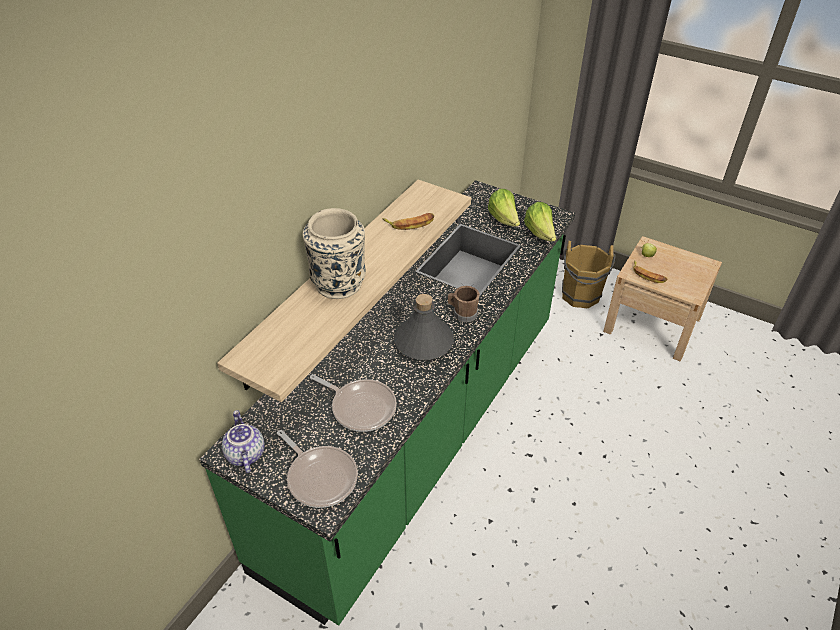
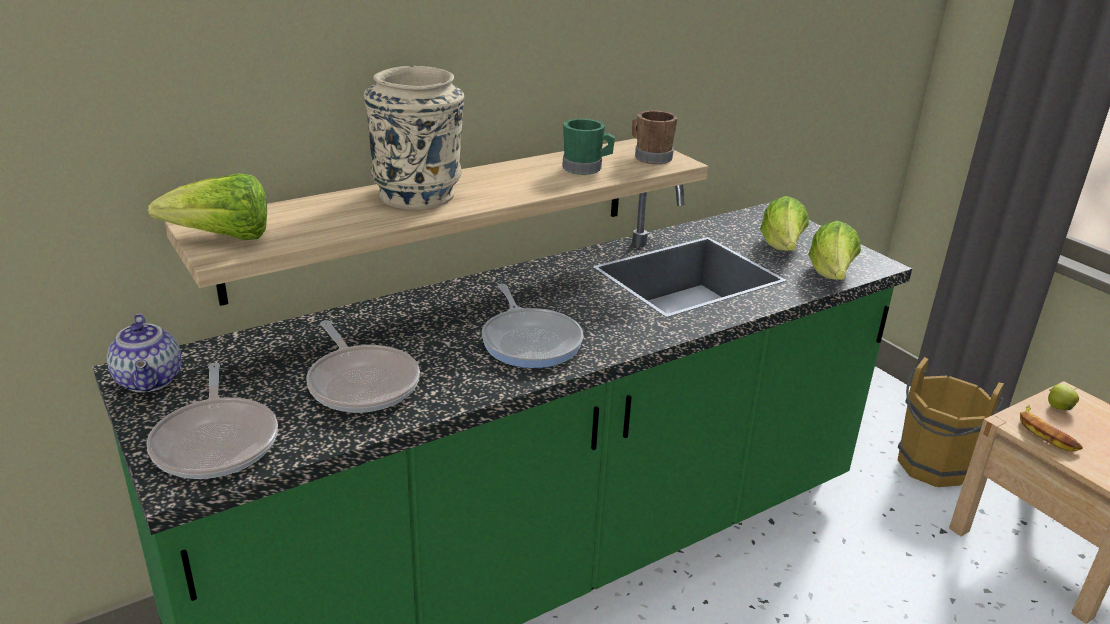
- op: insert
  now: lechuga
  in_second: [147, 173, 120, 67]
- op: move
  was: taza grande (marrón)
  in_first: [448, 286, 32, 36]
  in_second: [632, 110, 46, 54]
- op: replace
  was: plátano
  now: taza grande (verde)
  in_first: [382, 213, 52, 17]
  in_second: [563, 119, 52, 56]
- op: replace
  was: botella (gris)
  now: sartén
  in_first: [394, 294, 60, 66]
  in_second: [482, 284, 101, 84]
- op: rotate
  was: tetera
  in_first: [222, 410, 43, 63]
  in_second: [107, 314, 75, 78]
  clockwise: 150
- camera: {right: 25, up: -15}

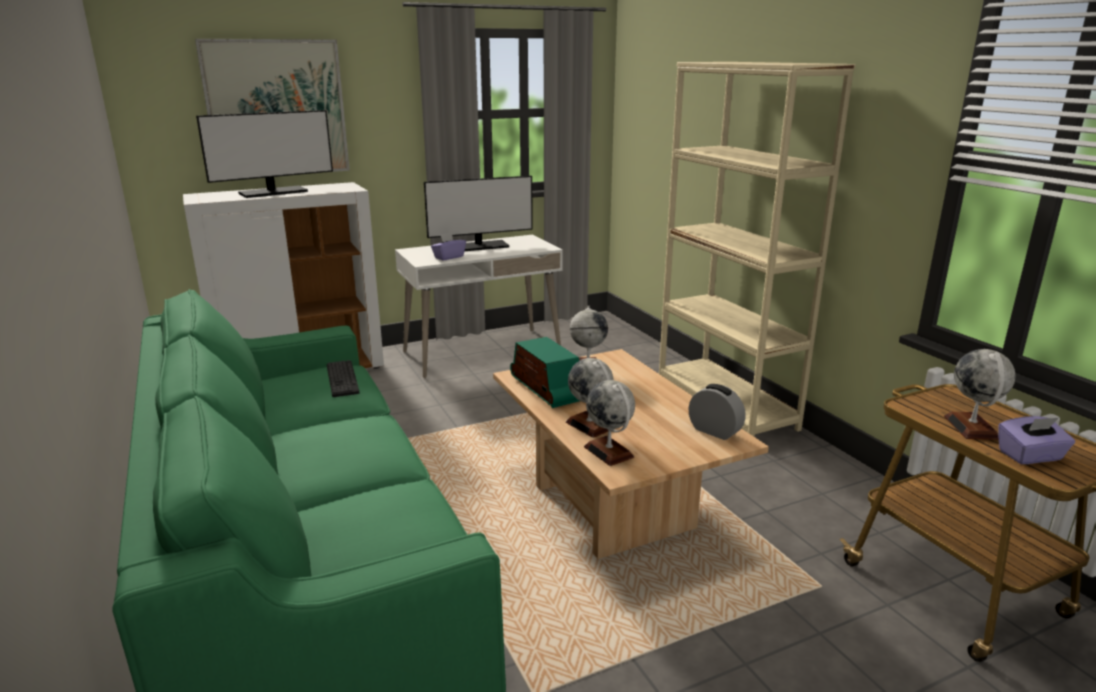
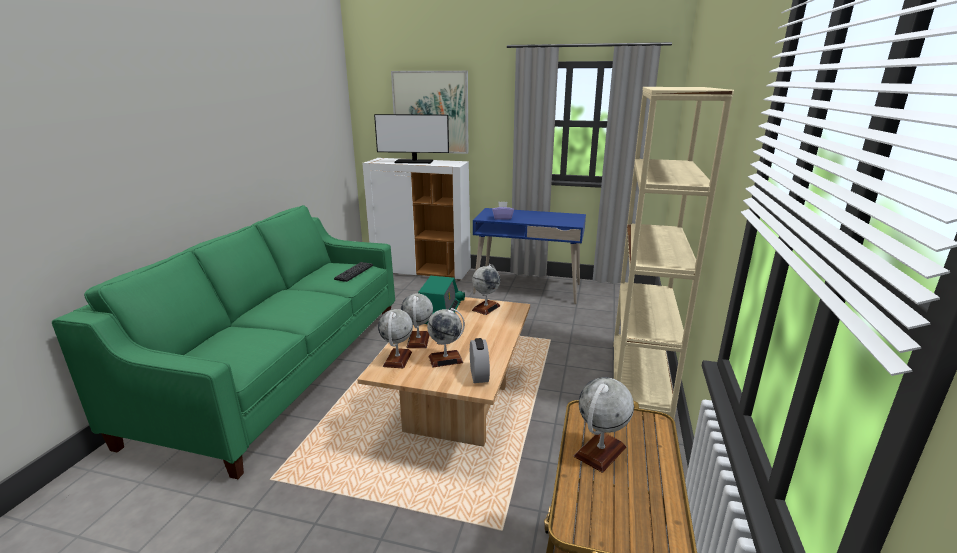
- op: delete
  was: monitor
  in_first: [424, 176, 109, 75]
- op: delete
  was: caja de pañuelos (morado)
  in_first: [999, 416, 76, 48]
- op: insert
  now: globo terráqueo
  in_second: [427, 308, 38, 59]
- op: recolor
  was: escritorio (blanco)
  now: escritorio (azul)
  in_first: [395, 235, 168, 143]
  in_second: [473, 208, 113, 96]
- camera: {right: 40, up: 0}

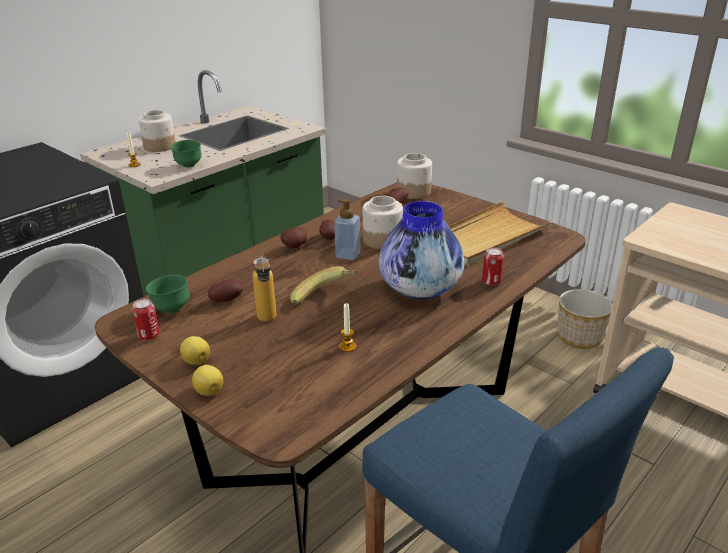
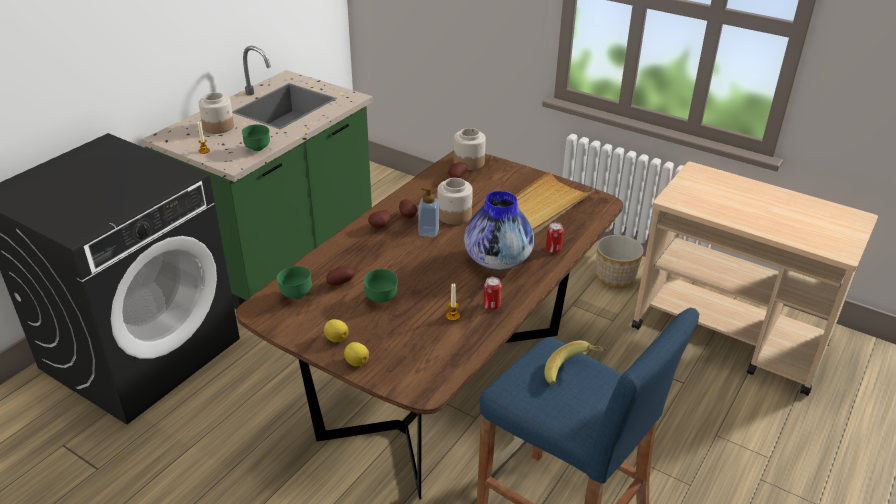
- op: move
  was: lata
  in_first: [132, 298, 28, 43]
  in_second: [483, 277, 19, 33]
- op: move
  was: plátano
  in_first: [290, 267, 68, 38]
  in_second: [544, 341, 63, 44]
- op: replace
  was: botella
  now: cuenco (verde)
  in_first: [253, 256, 23, 66]
  in_second: [364, 269, 34, 34]
- camera: {right: -10, up: 5}

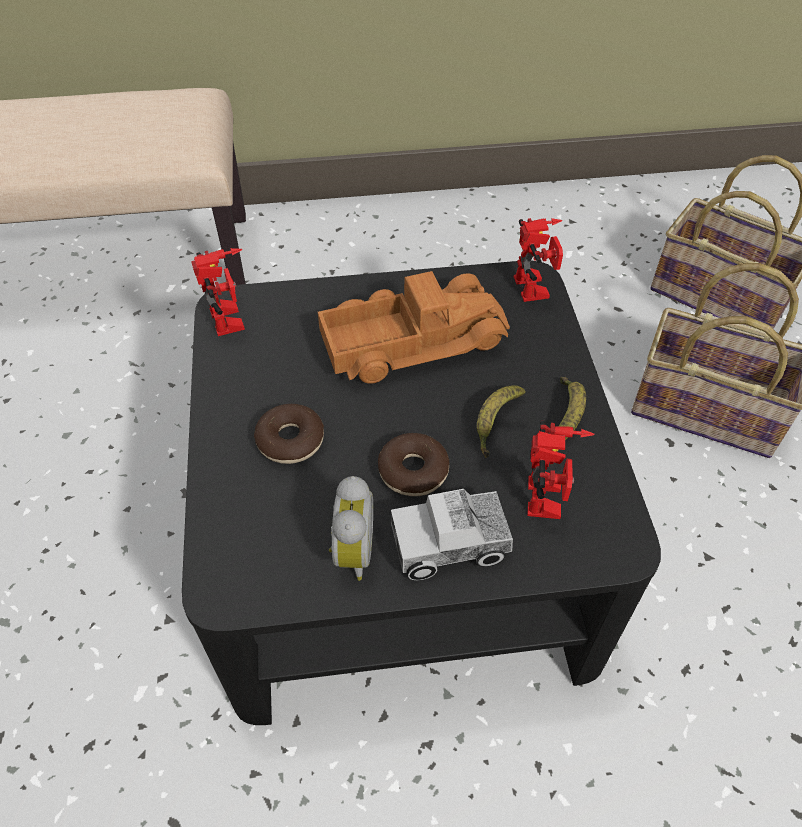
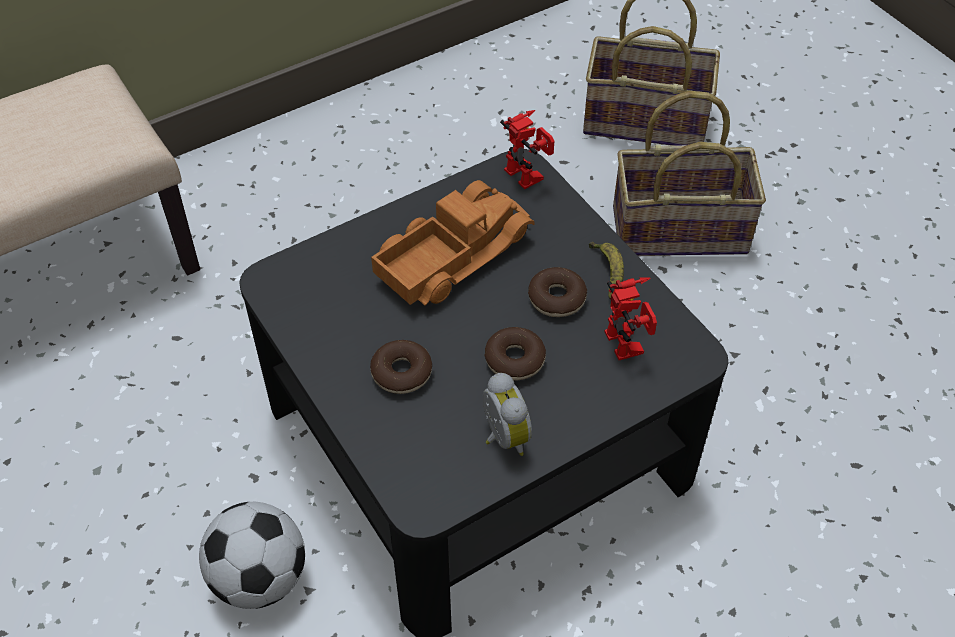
- op: delete
  was: robot de juguete
  in_first: [191, 248, 54, 88]
- op: delete
  was: camión de juguete
  in_first: [391, 489, 122, 91]
- op: insert
  now: balón de fútbol
  in_second: [199, 502, 106, 107]
- op: replace
  was: plátano
  now: rosquilla
  in_first: [477, 385, 49, 73]
  in_second: [528, 267, 59, 50]
- camera: {right: -25, up: 0}

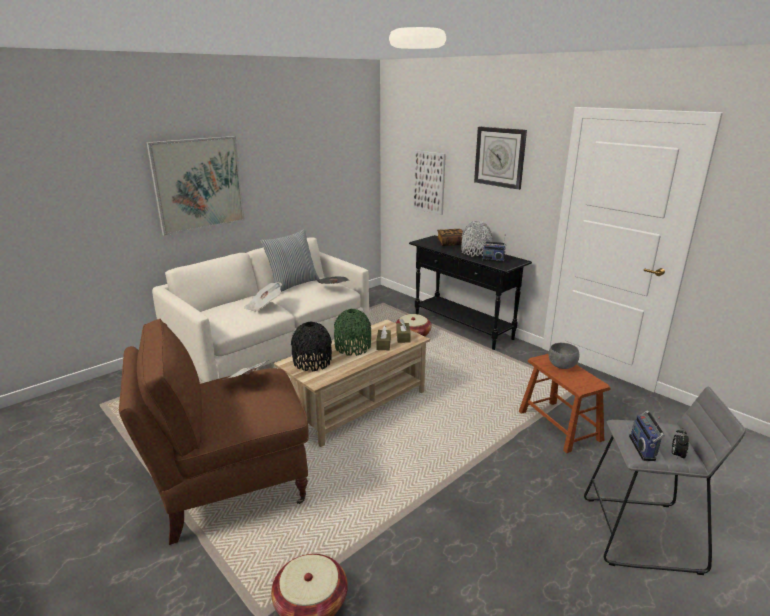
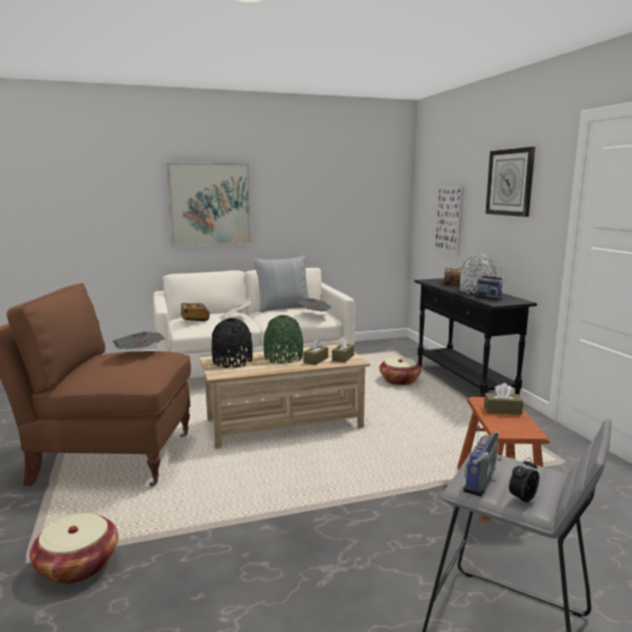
- op: insert
  now: libro
  in_second: [181, 303, 29, 18]
- op: replace
  was: cuenco (gris)
  now: caja de pañuelos (marrón)
  in_first: [549, 343, 30, 26]
  in_second: [484, 383, 39, 32]
- camera: {right: 25, up: -10}

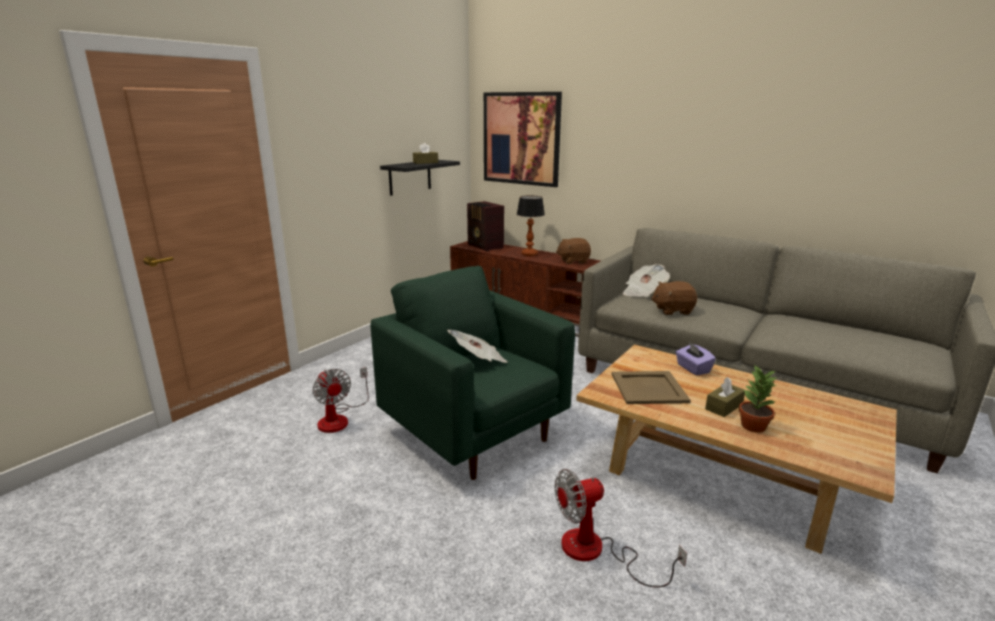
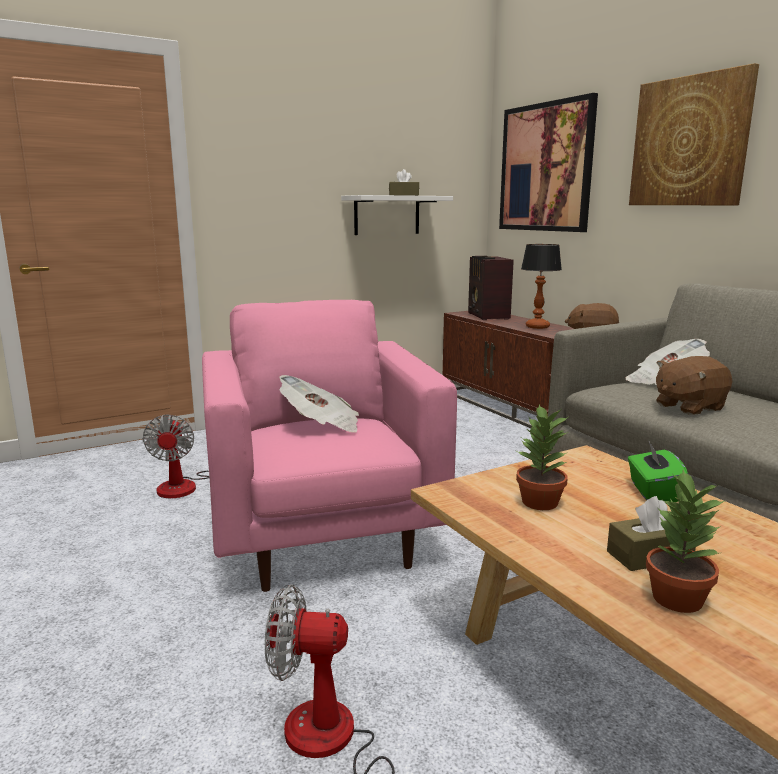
- op: insert
  now: cuadro
  in_second: [629, 63, 130, 142]
- op: replace
  was: bandeja (beis)
  now: planta en maceta
  in_first: [612, 371, 79, 33]
  in_second: [516, 404, 52, 106]
- op: recolor
  was: sillón (verde)
  now: sillón (rosa)
  in_first: [370, 266, 205, 214]
  in_second: [202, 300, 255, 292]
- op: recolor
  was: estante (negro)
  now: estante (blanco)
  in_first: [380, 160, 80, 36]
  in_second: [341, 195, 112, 40]
- op: recolor
  was: caja de pañuelos (morado)
  now: caja de pañuelos (verde)
  in_first: [675, 342, 41, 34]
  in_second: [628, 442, 60, 60]
- op: rotate
  was: peluche (marrón)
  in_first: [651, 281, 46, 34]
  in_second: [656, 356, 76, 59]
  clockwise: -45
- camera: {right: 25, up: -5}

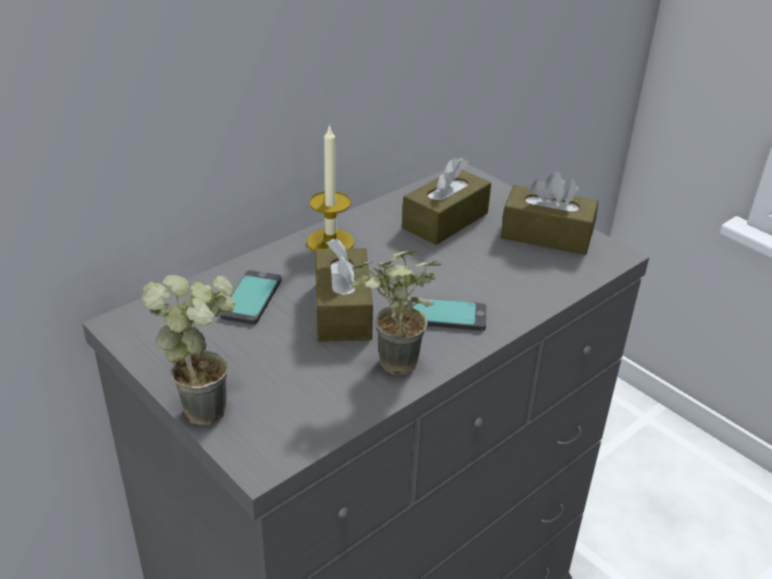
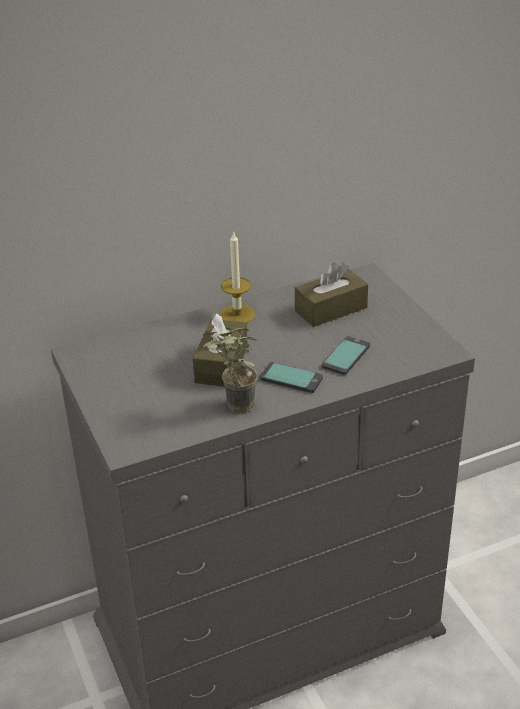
- op: delete
  was: planta en maceta
  in_first: [141, 275, 95, 150]
- op: delete
  was: caja de pañuelos (marrón)
  in_first: [501, 172, 98, 83]
- op: move
  was: móvil
  in_first: [220, 270, 62, 55]
  in_second: [322, 336, 48, 39]
- camera: {right: 20, up: 0}

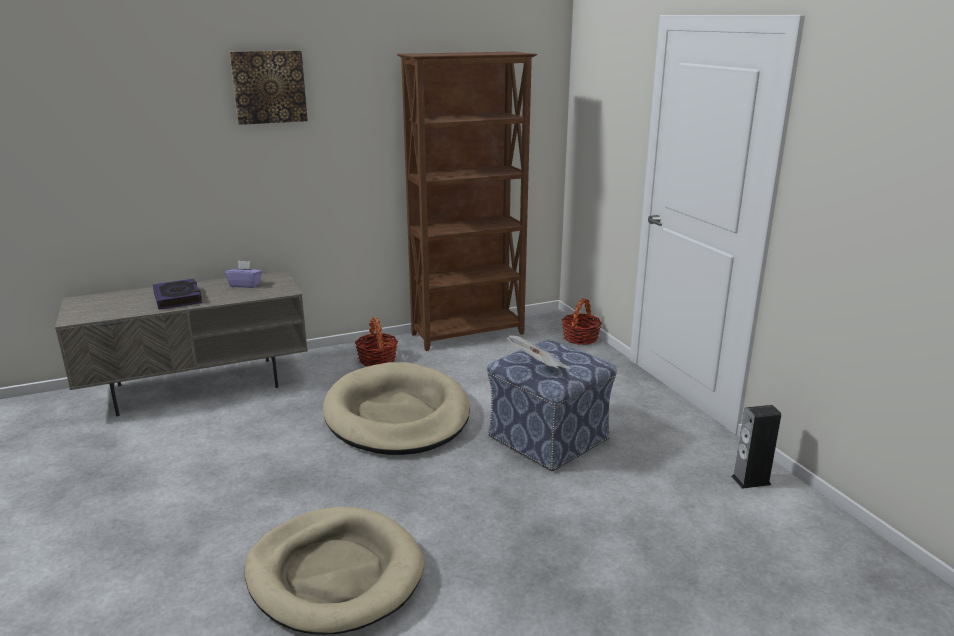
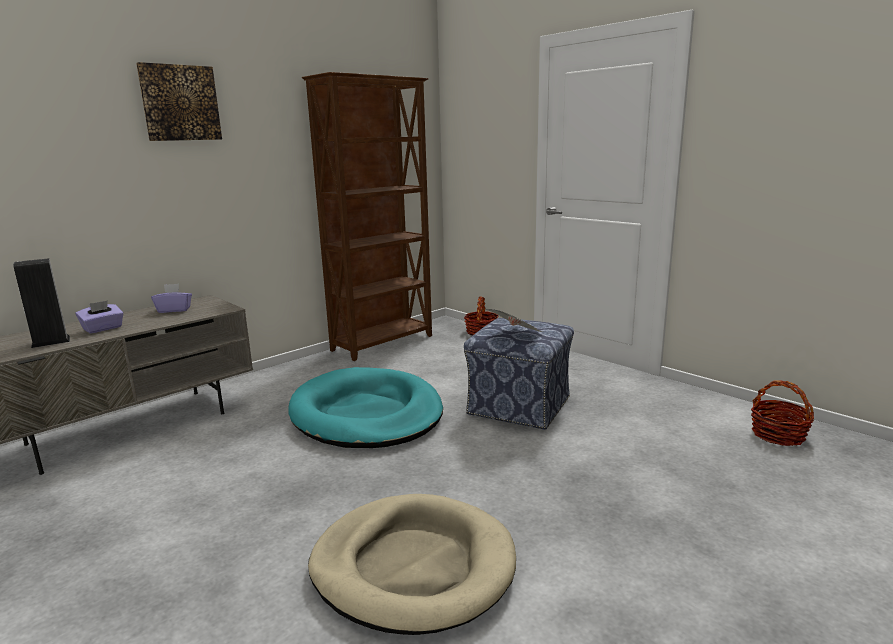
- op: move
  was: cesta
  in_first: [355, 317, 43, 49]
  in_second: [751, 381, 63, 65]
- op: move
  was: altavoz
  in_first: [731, 405, 50, 84]
  in_second: [13, 258, 57, 90]
- op: replace
  was: libro
  now: caja de pañuelos (morado)
  in_first: [152, 279, 50, 31]
  in_second: [75, 300, 49, 34]
- op: recolor
  was: cama para perro (beis)
  now: cama para perro (turquesa)
  in_first: [323, 362, 147, 93]
  in_second: [288, 367, 155, 81]
- camera: {right: -20, up: -5}

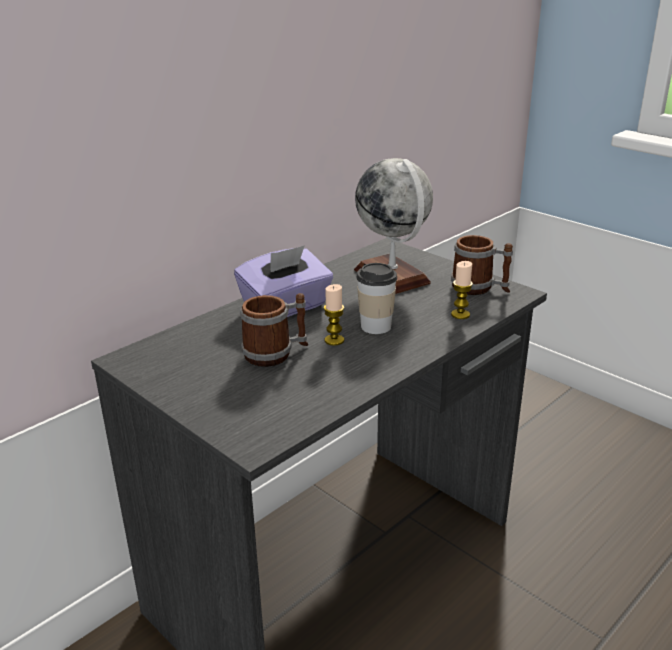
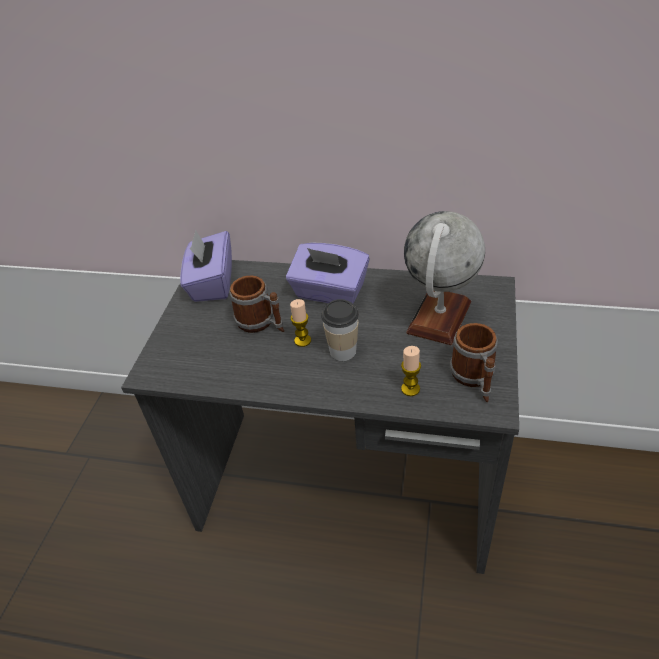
- op: insert
  now: caja de pañuelos (morado)
  in_second: [180, 230, 52, 72]
- camera: {right: 60, up: 15}

